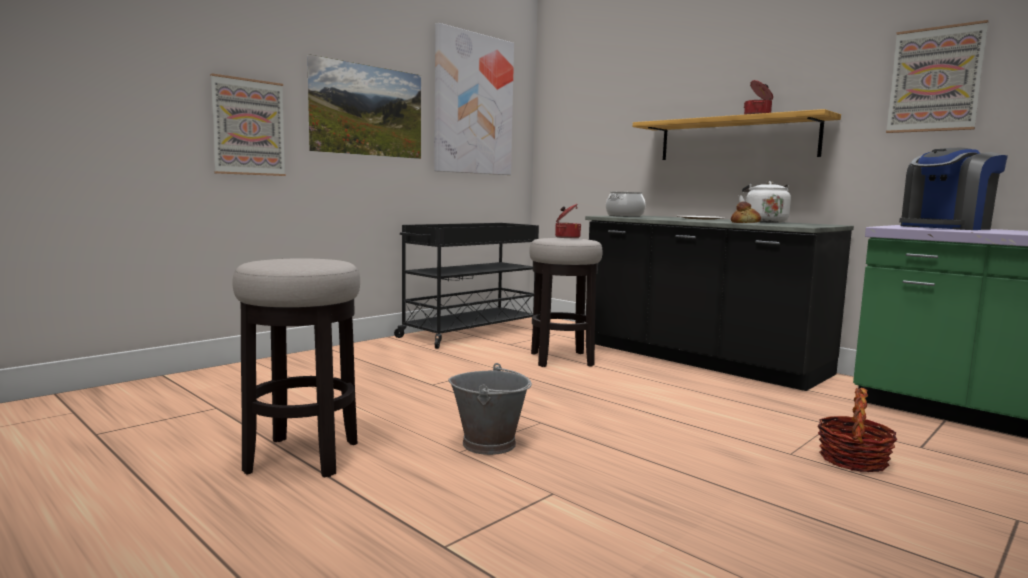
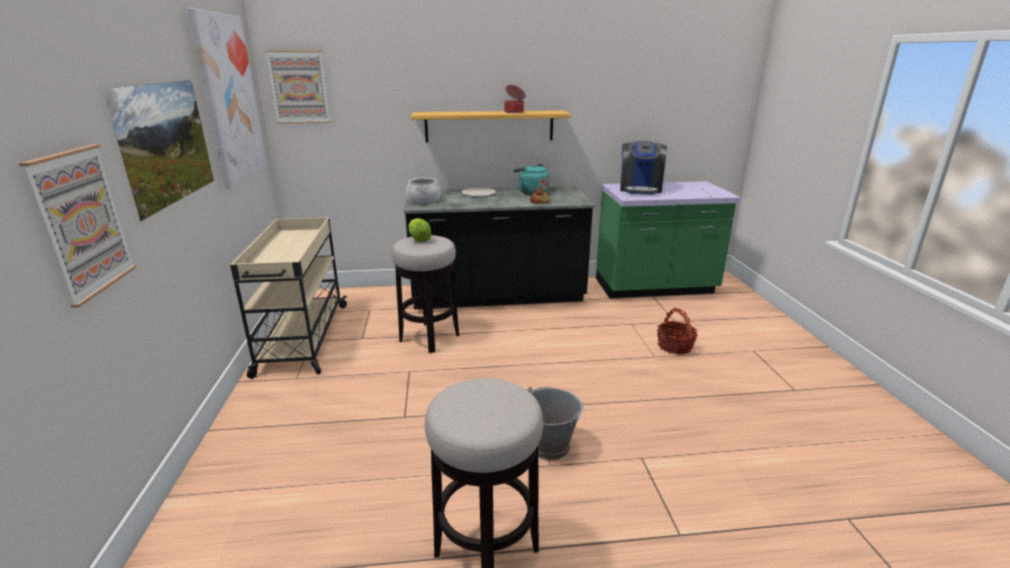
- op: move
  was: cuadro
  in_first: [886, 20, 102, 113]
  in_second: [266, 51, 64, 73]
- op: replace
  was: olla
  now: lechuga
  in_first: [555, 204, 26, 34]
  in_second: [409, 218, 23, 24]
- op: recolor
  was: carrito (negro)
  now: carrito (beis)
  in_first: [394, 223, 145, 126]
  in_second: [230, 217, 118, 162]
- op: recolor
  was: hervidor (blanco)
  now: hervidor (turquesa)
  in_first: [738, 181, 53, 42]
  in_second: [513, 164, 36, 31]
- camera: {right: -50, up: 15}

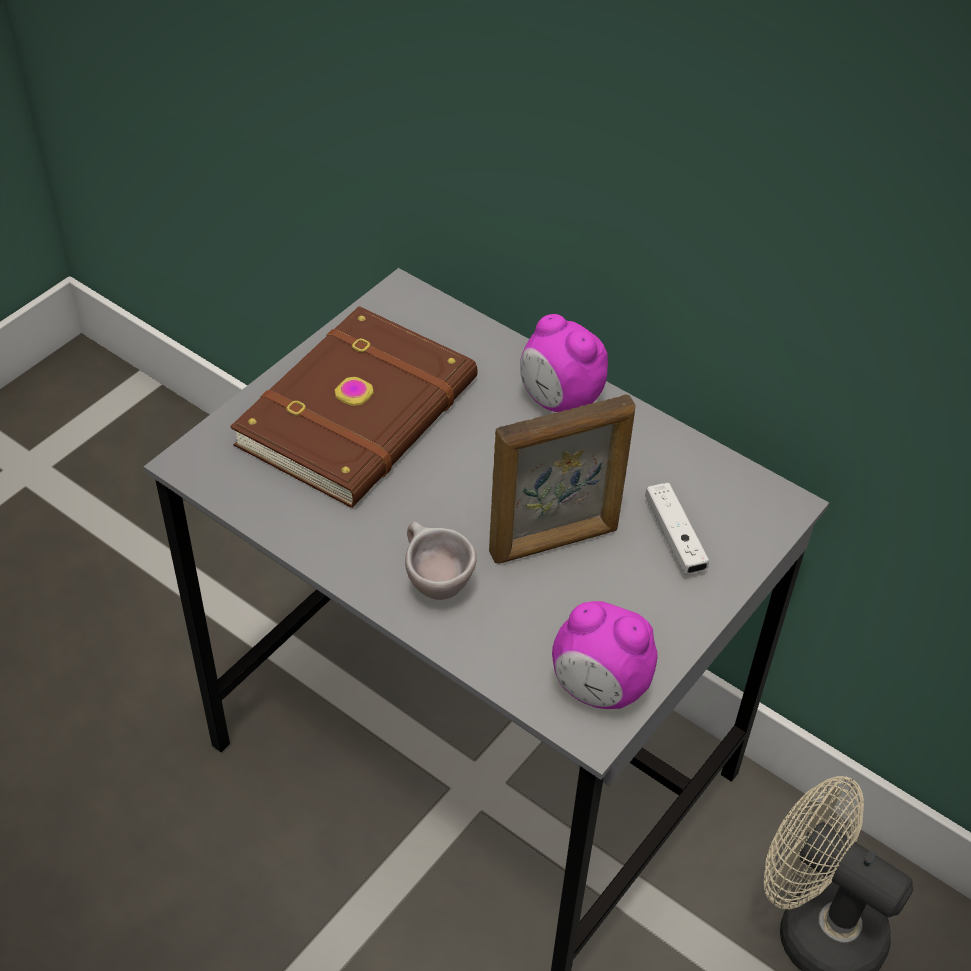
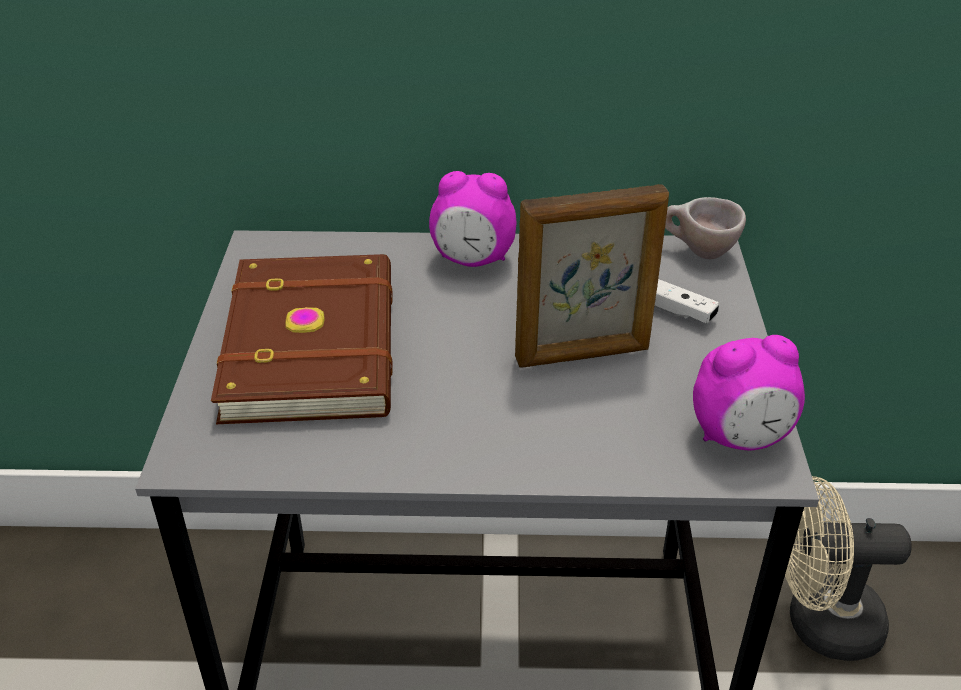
- op: move
  was: taza (beis)
  in_first: [405, 521, 72, 79]
  in_second: [665, 197, 81, 62]
- op: rotate
  was: portarretratos
  in_first: [489, 395, 146, 169]
  in_second: [515, 184, 154, 184]
  clockwise: 45
- camera: {right: -35, up: -10}

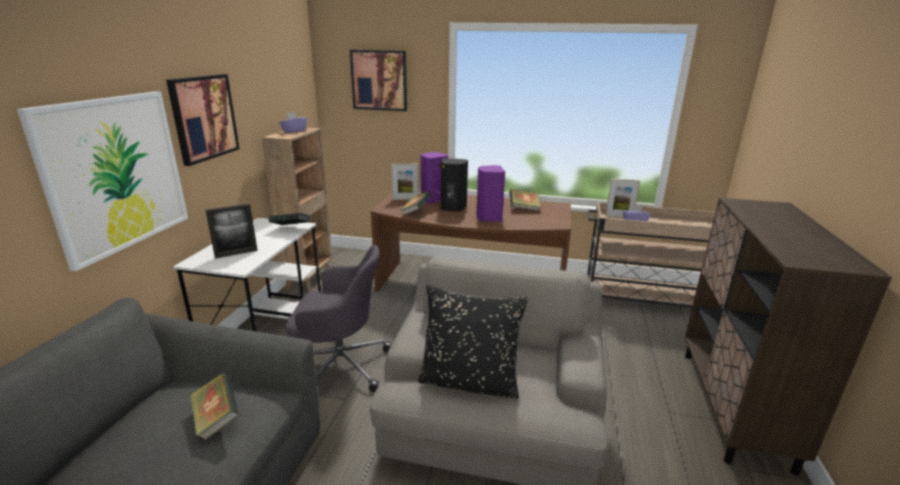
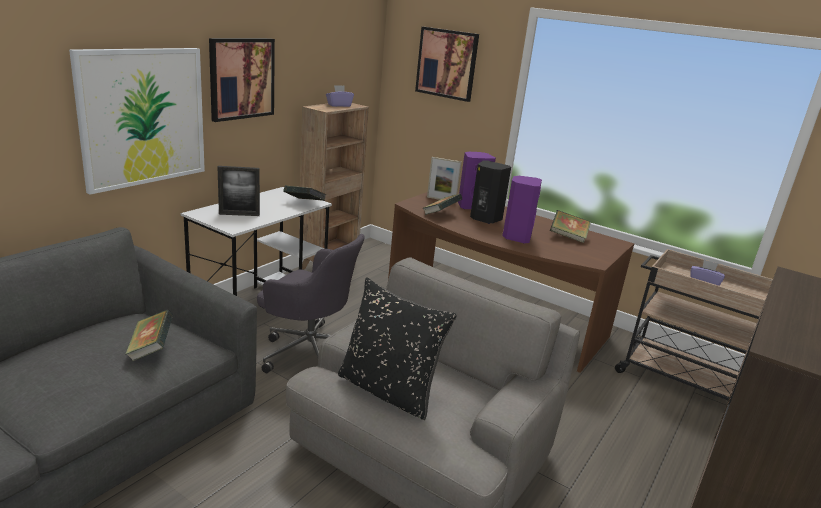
- op: delete
  was: portarretratos
  in_first: [605, 179, 35, 38]
- camera: {right: 20, up: 0}

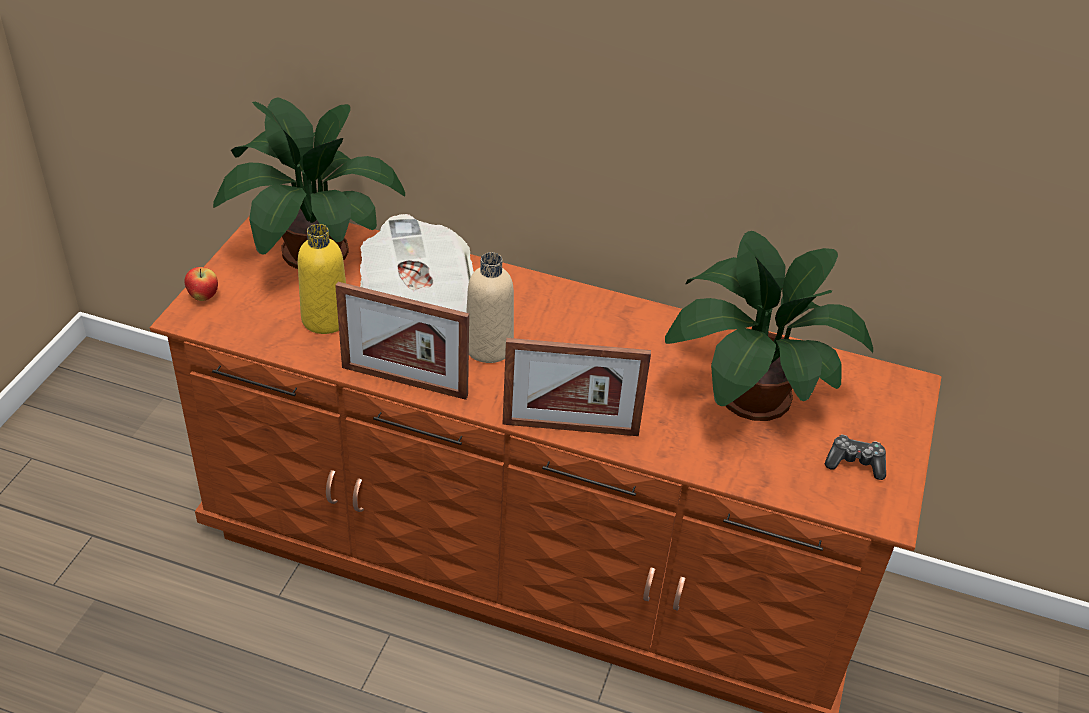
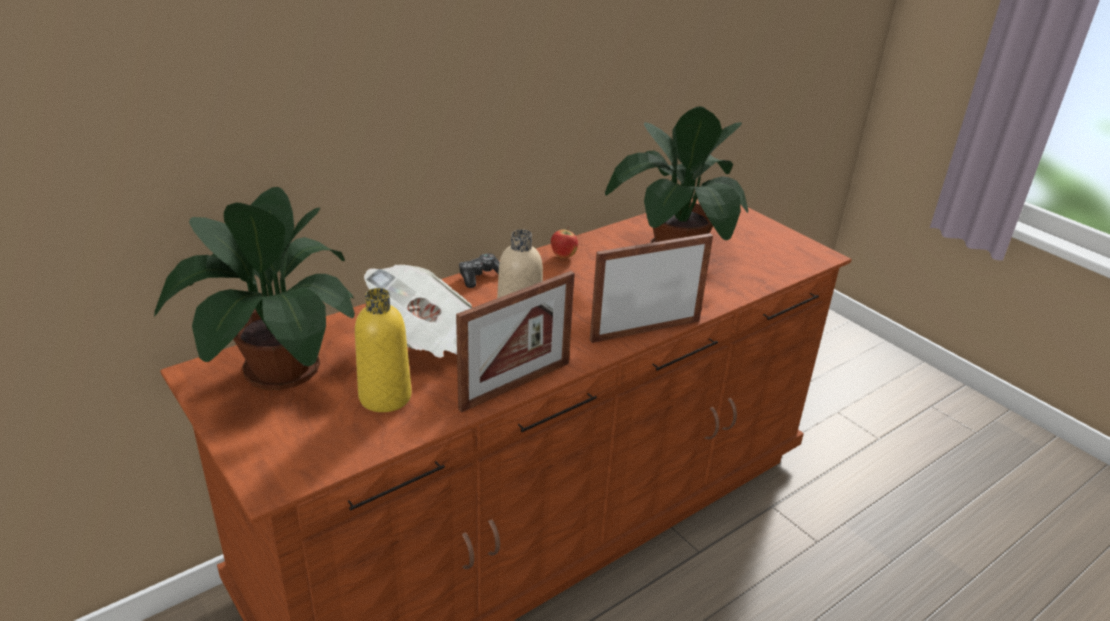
- op: move
  was: manzana
  in_first: [185, 267, 33, 34]
  in_second: [551, 228, 27, 30]
- op: move
  was: mando de consola
  in_first: [825, 435, 61, 45]
  in_second: [459, 253, 40, 35]
- op: rotate
  was: portarretratos
  in_first: [502, 338, 149, 98]
  in_second: [590, 233, 123, 110]
  clockwise: -150
- camera: {right: -55, up: -10}

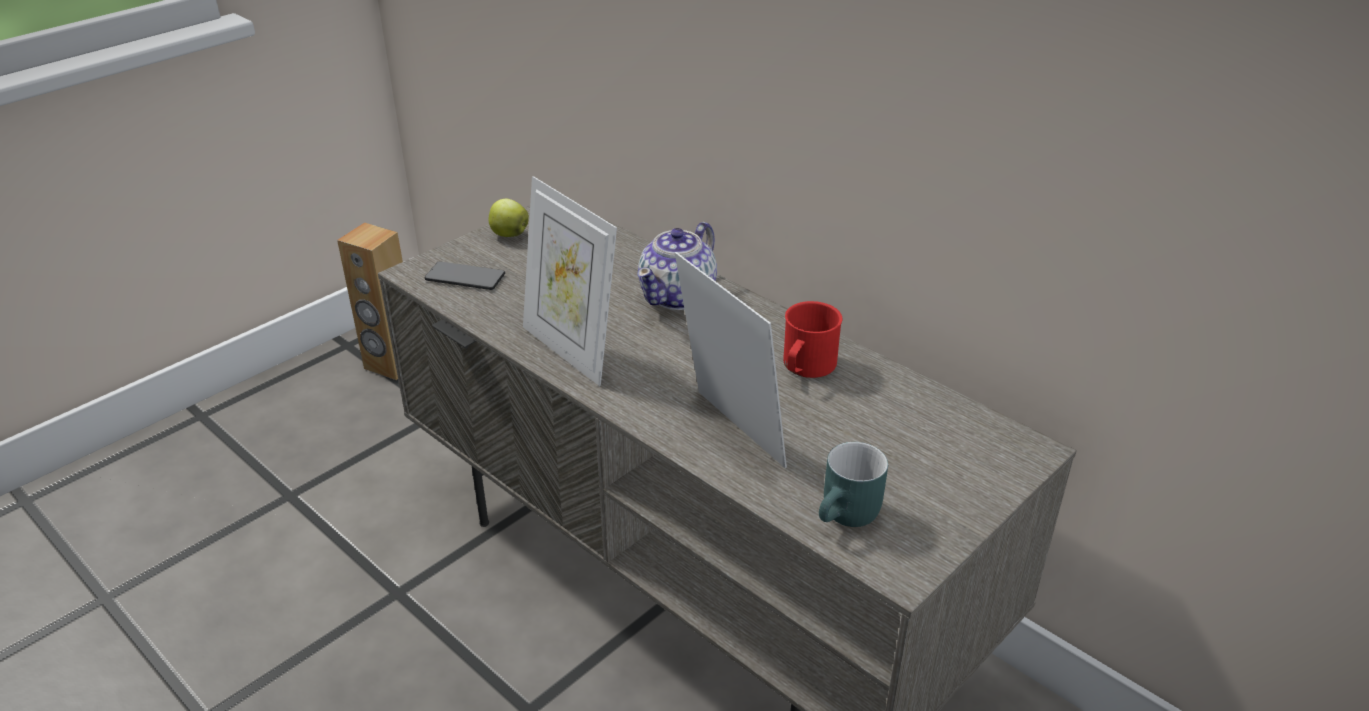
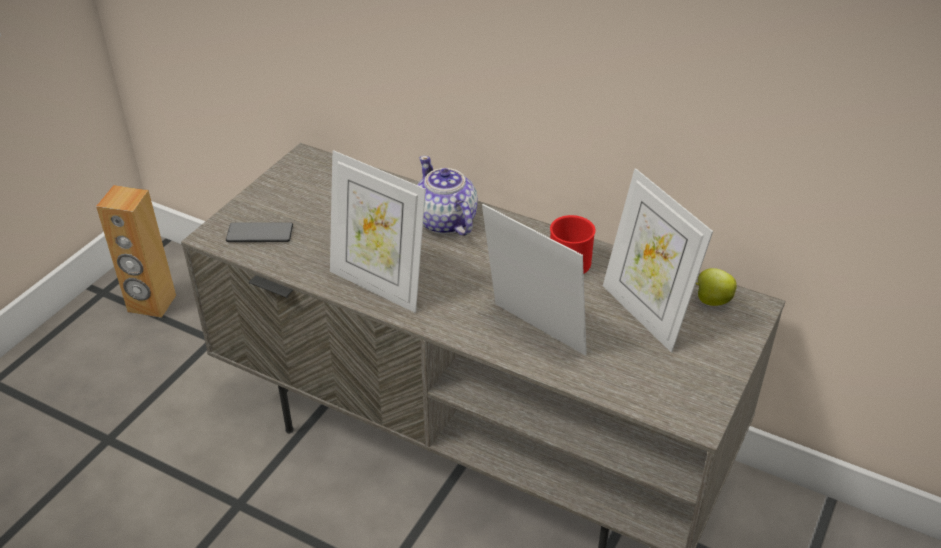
- op: delete
  was: taza grande (turquesa)
  in_first: [819, 442, 69, 85]
- op: insert
  now: portarretratos
  in_second: [603, 168, 110, 185]
- op: move
  was: manzana
  in_first: [489, 199, 40, 38]
  in_second: [696, 268, 41, 38]
- op: rotate
  was: tetera
  in_first: [637, 222, 80, 88]
  in_second: [417, 156, 61, 80]
  clockwise: 135
- camera: {right: -15, up: 5}

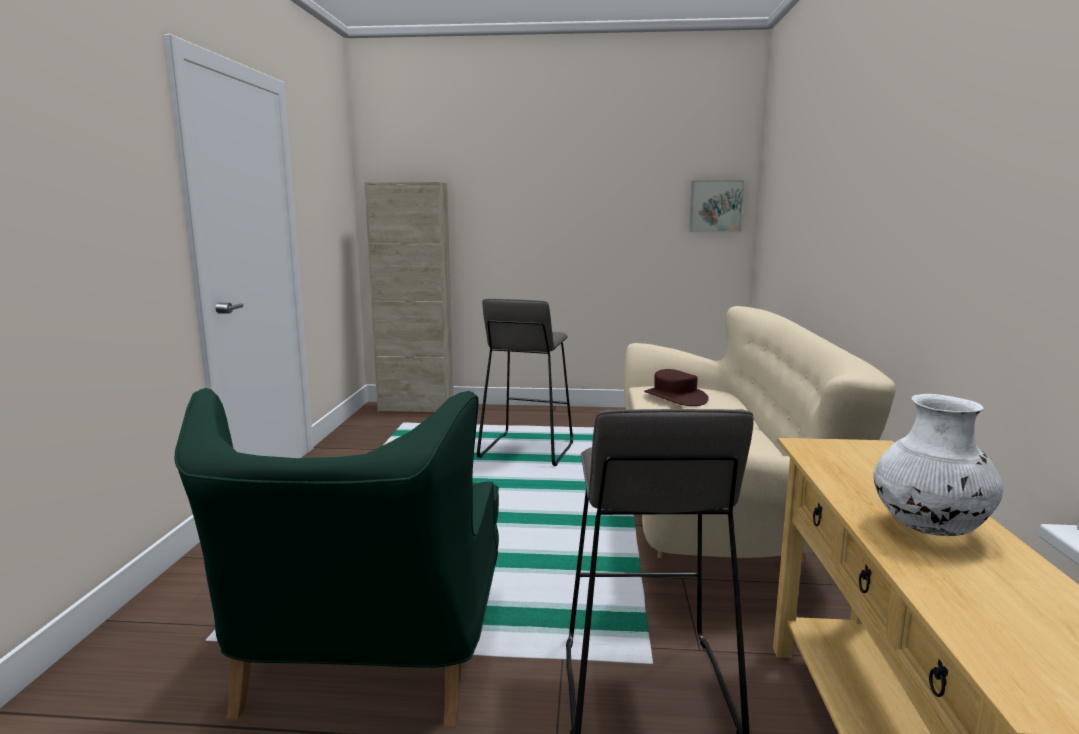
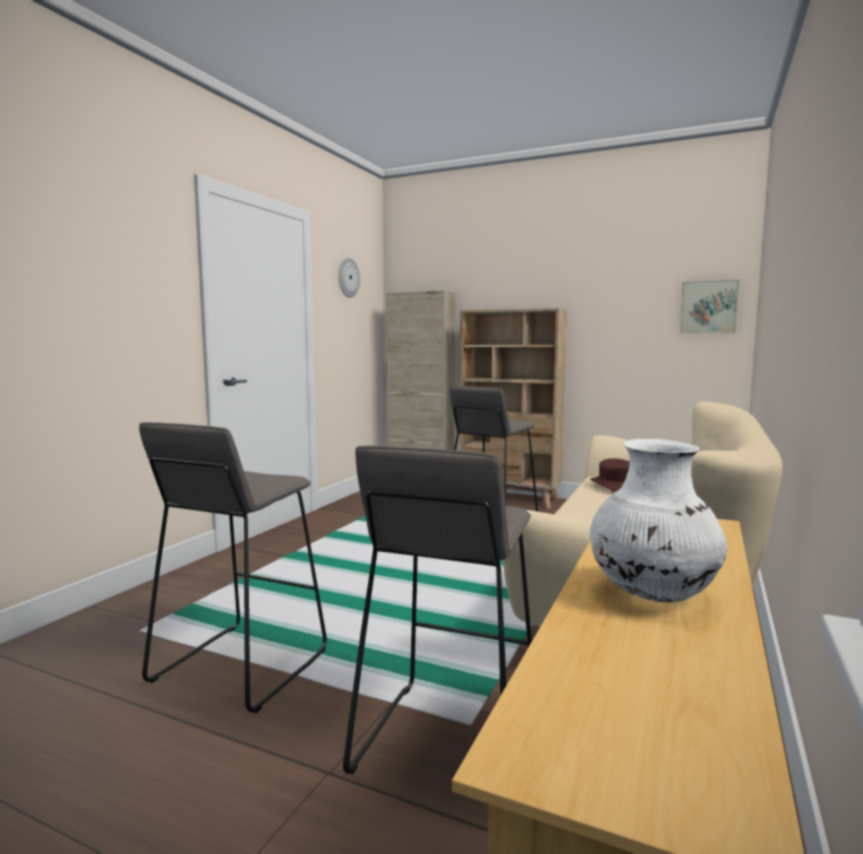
- op: insert
  now: reloj de pared
  in_second: [339, 258, 21, 39]
- op: insert
  now: estantería (beis)
  in_second: [460, 308, 107, 201]
- op: replace
  was: sillón (verde)
  now: taburete (gris)
  in_first: [174, 388, 325, 339]
  in_second: [139, 422, 188, 291]
- camera: {right: 20, up: -5}

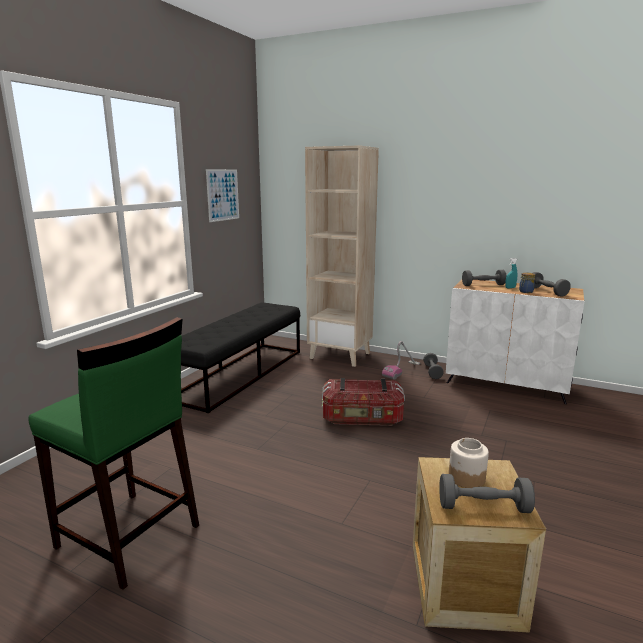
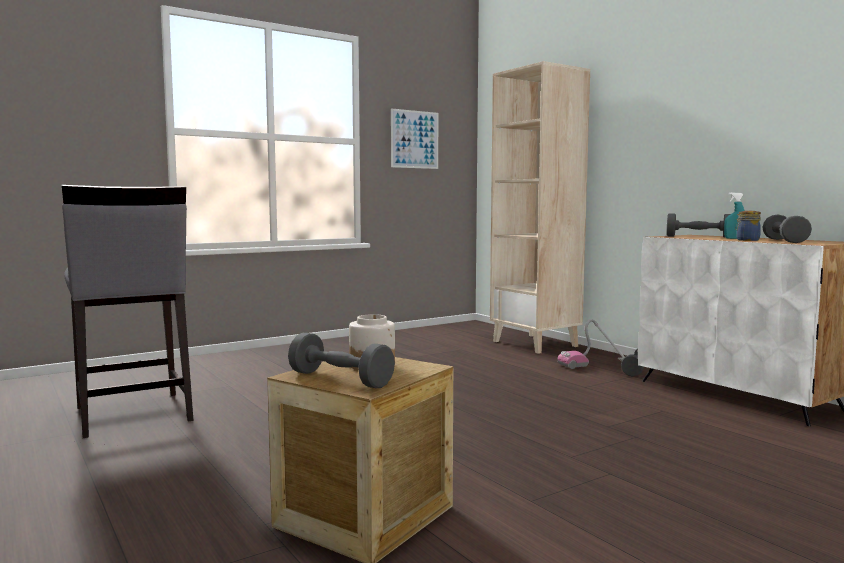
- op: delete
  was: banco (negro)
  in_first: [181, 302, 119, 111]
- op: delete
  was: caja de almacenaje
  in_first: [322, 378, 83, 48]
- op: recolor
  was: taburete (verde)
  now: taburete (gris)
  in_first: [29, 317, 170, 273]
  in_second: [62, 185, 132, 253]
- camera: {right: 30, up: -10}

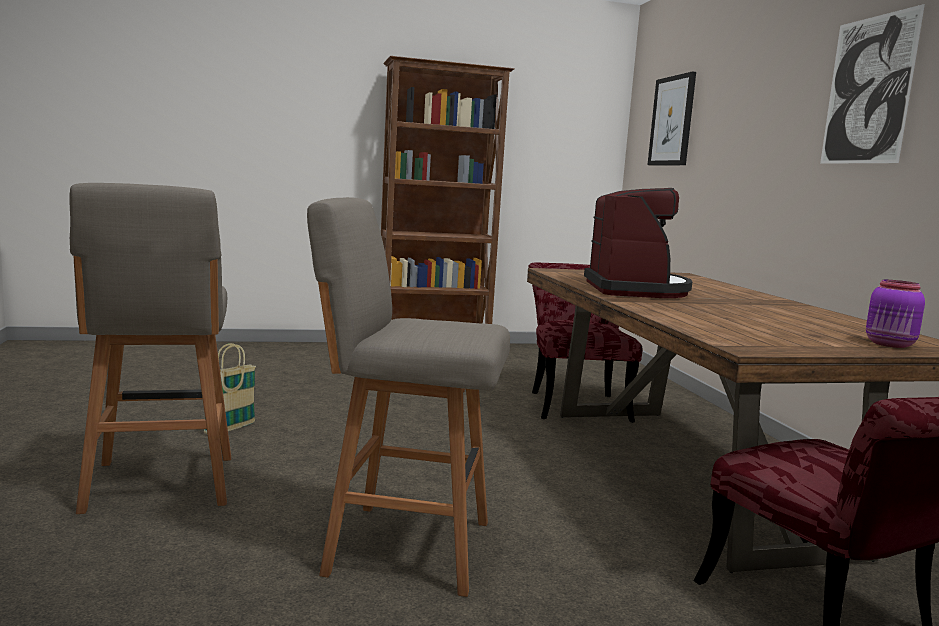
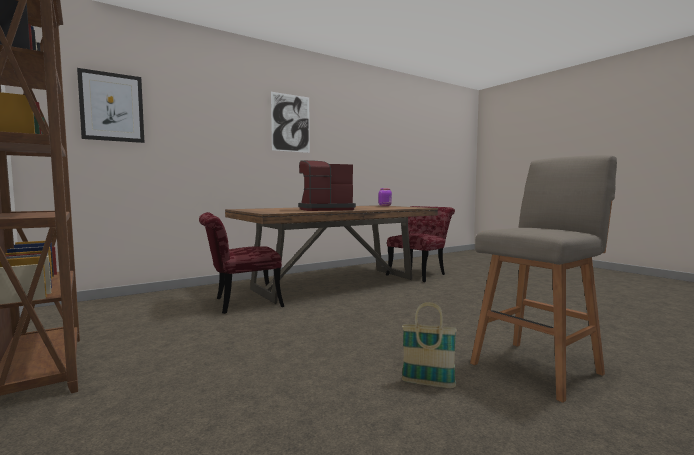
- op: delete
  was: taburete (gris)
  in_first: [307, 197, 203, 400]
- camera: {right: -110, up: -5}

